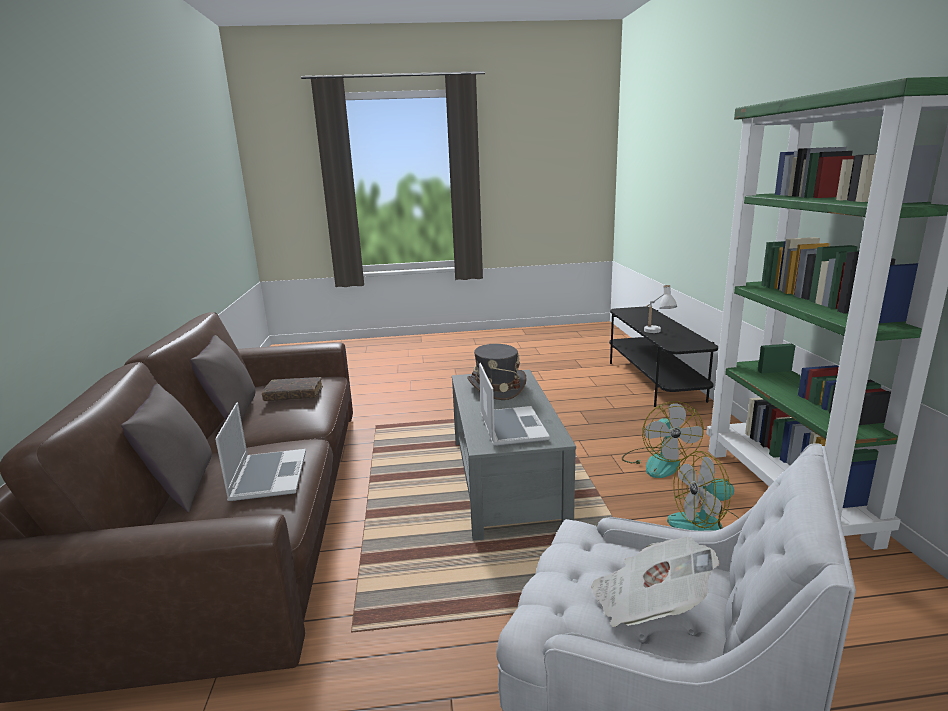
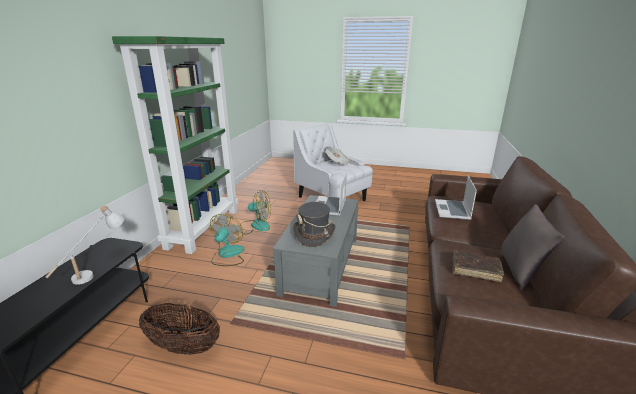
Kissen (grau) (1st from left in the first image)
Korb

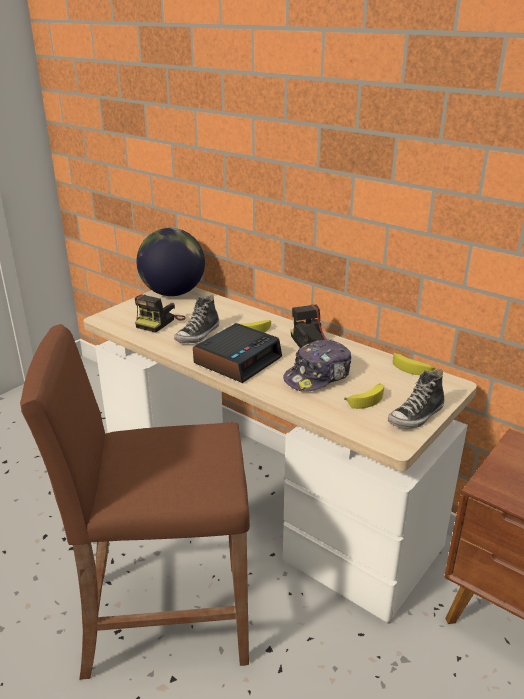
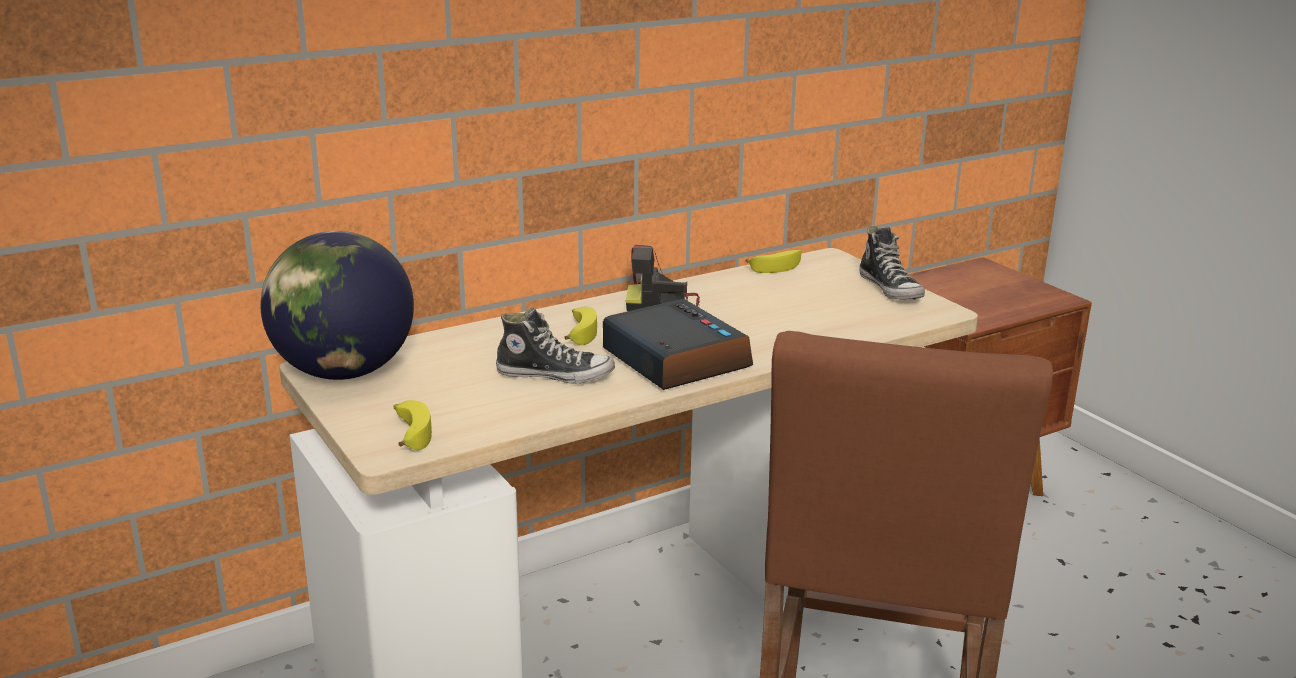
Kamera (1st from left in the first image)
Schuh (1st from left)
Kappe
Banane (1st from left)

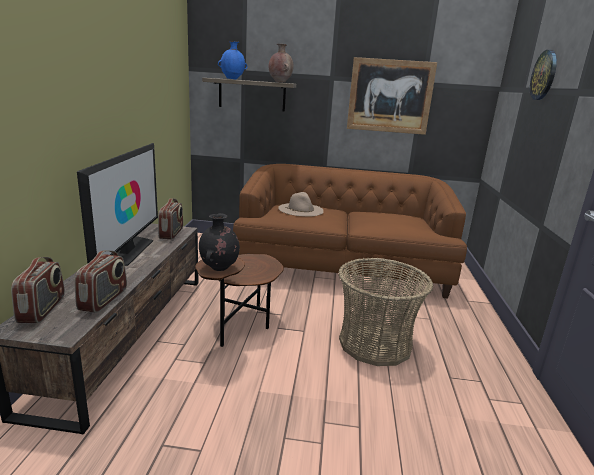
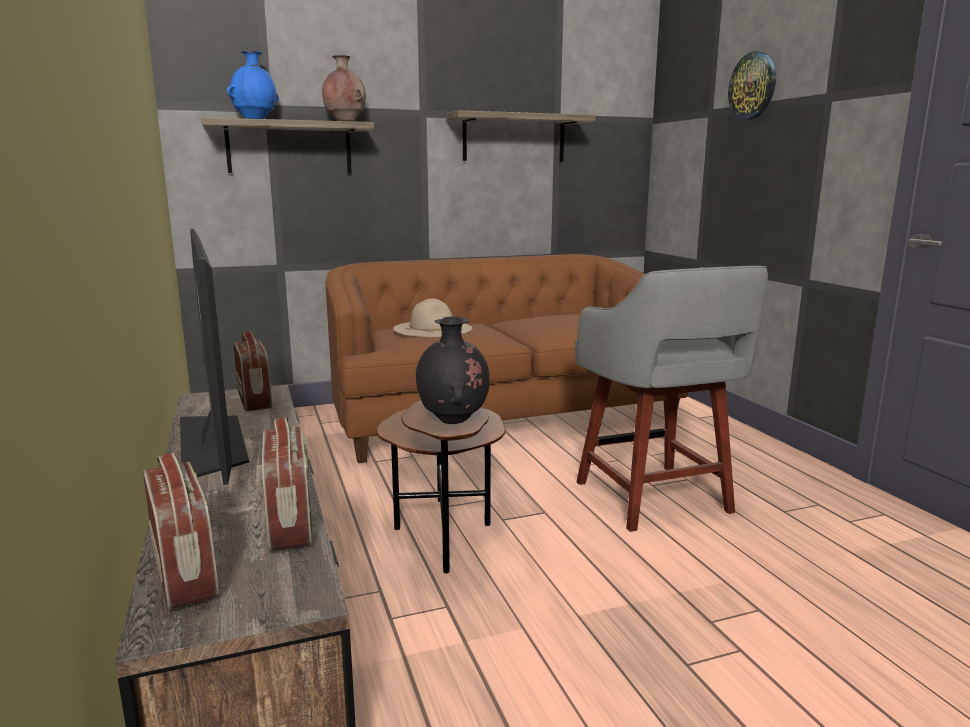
Hocker (grau)
Wandregal (2nd from left)

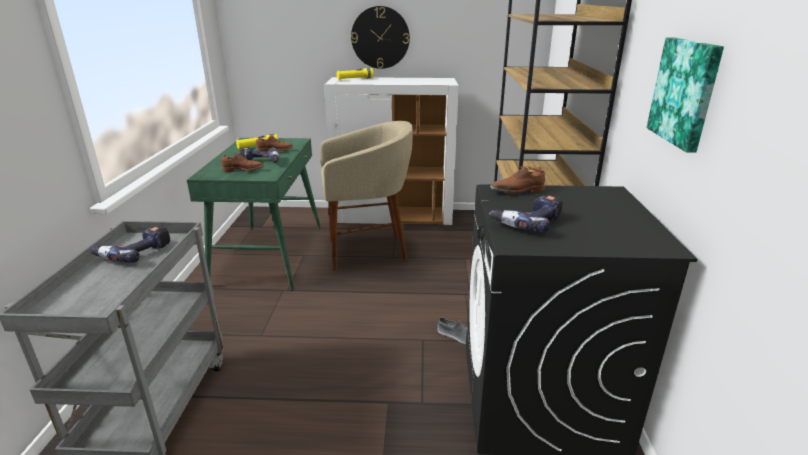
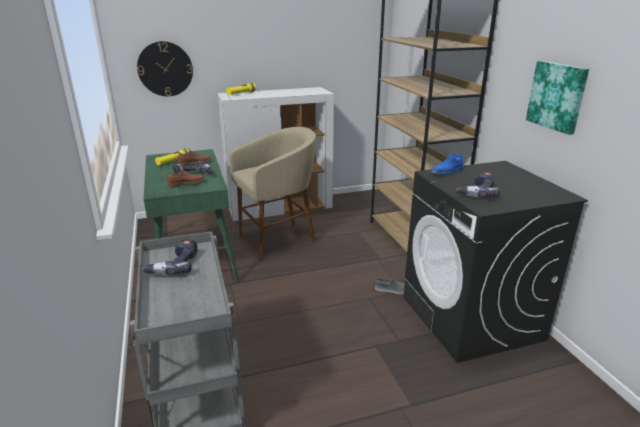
Wanduhr
Schuh (blau)

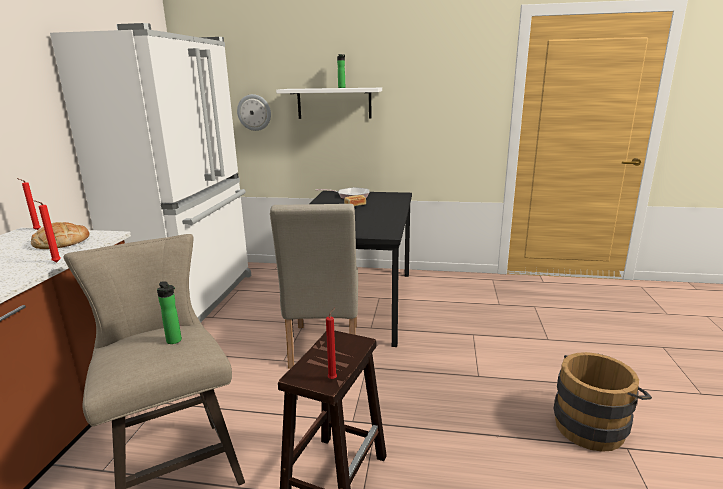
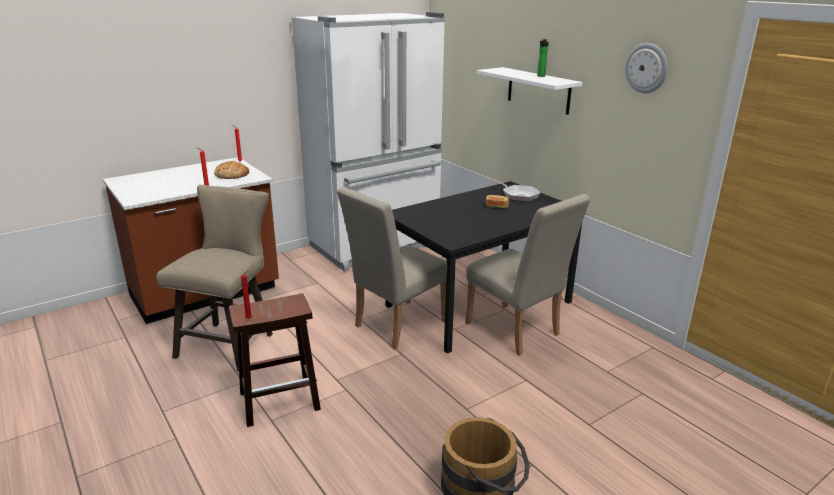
Flasche (1st from left in the first image)
Wanduhr
Stuhl (beige) (2nd from left)

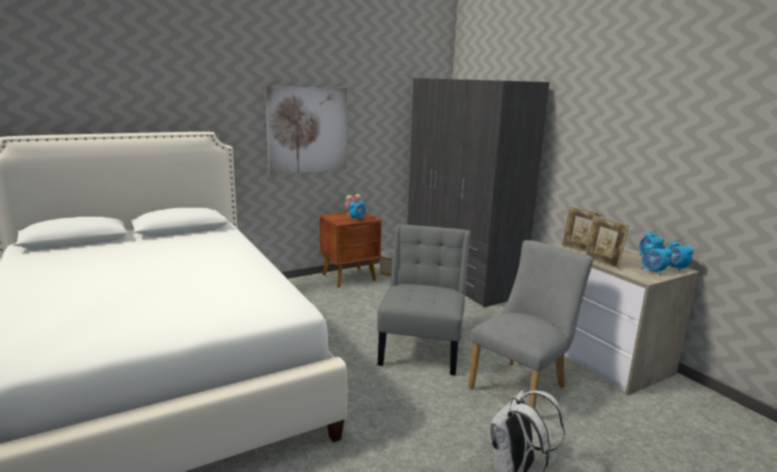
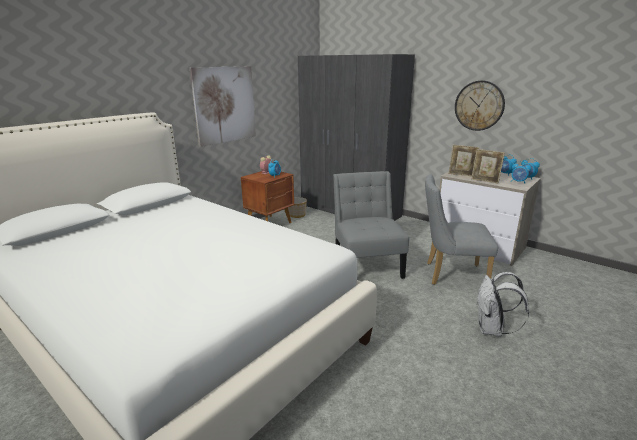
Stuhl (grau) (2nd from left)
Wanduhr

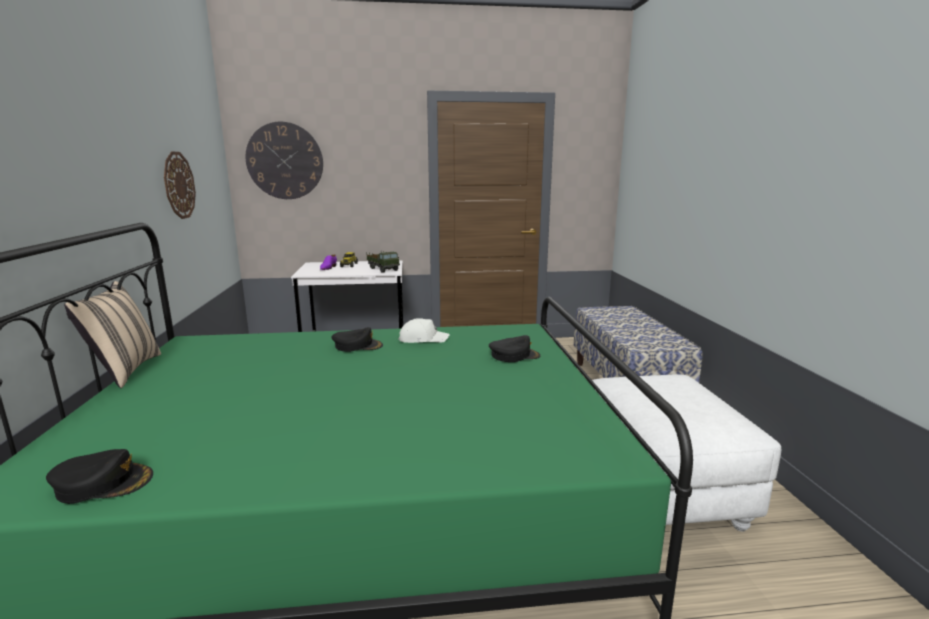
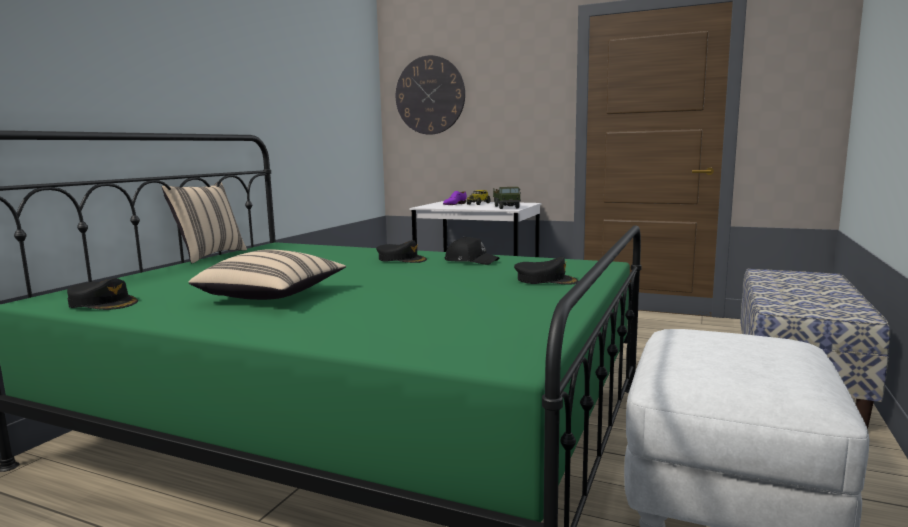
Wanduhr (1st from left in the first image)
Kappe (schwarz) (3rd from left)
Kissen (beige) (2nd from left)

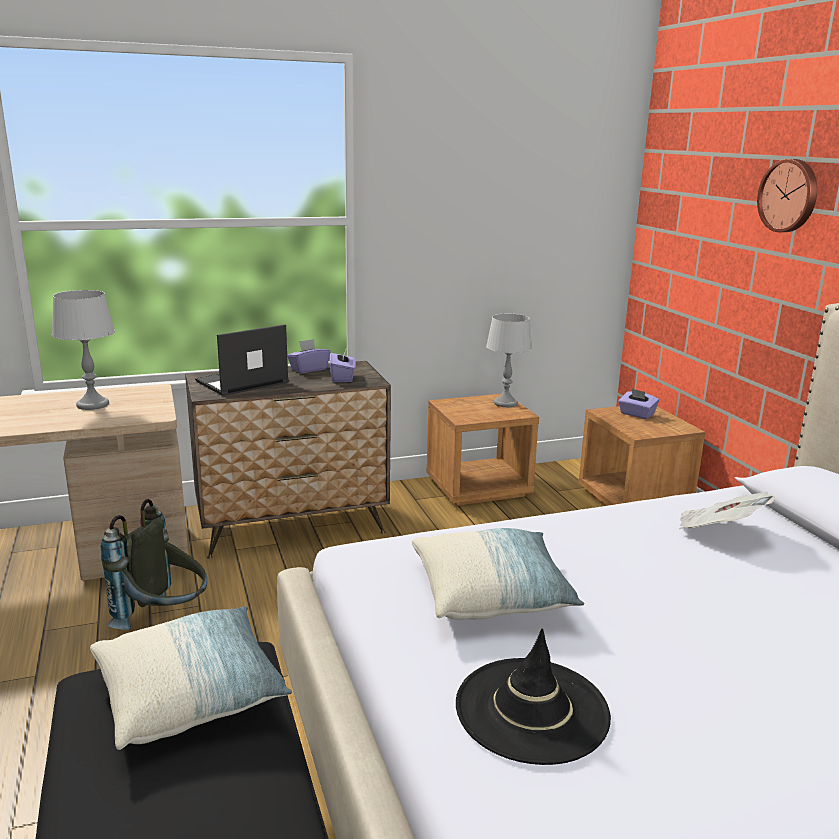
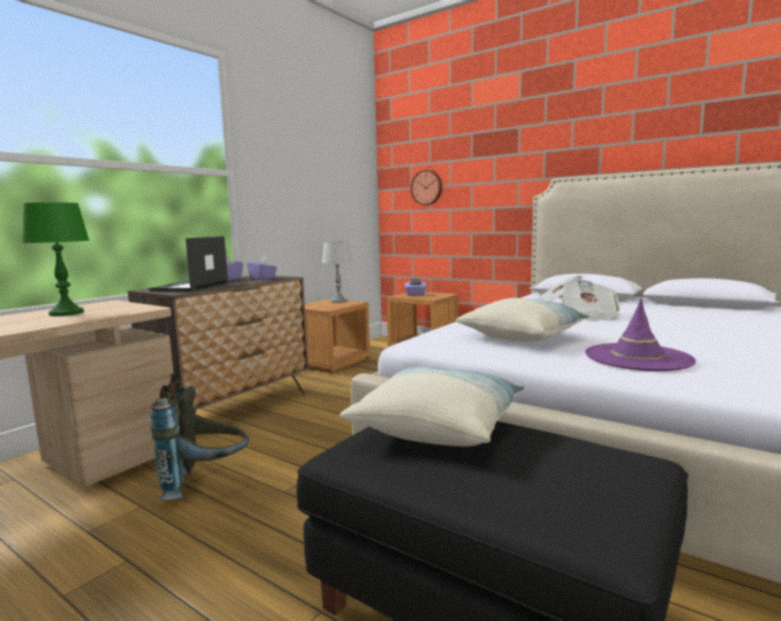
Tischlampe (grün)
Hut (lila)
Wanduhr
Zeitung (2nd from left)

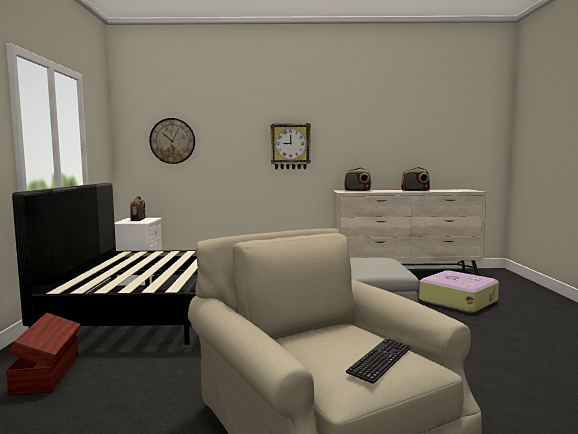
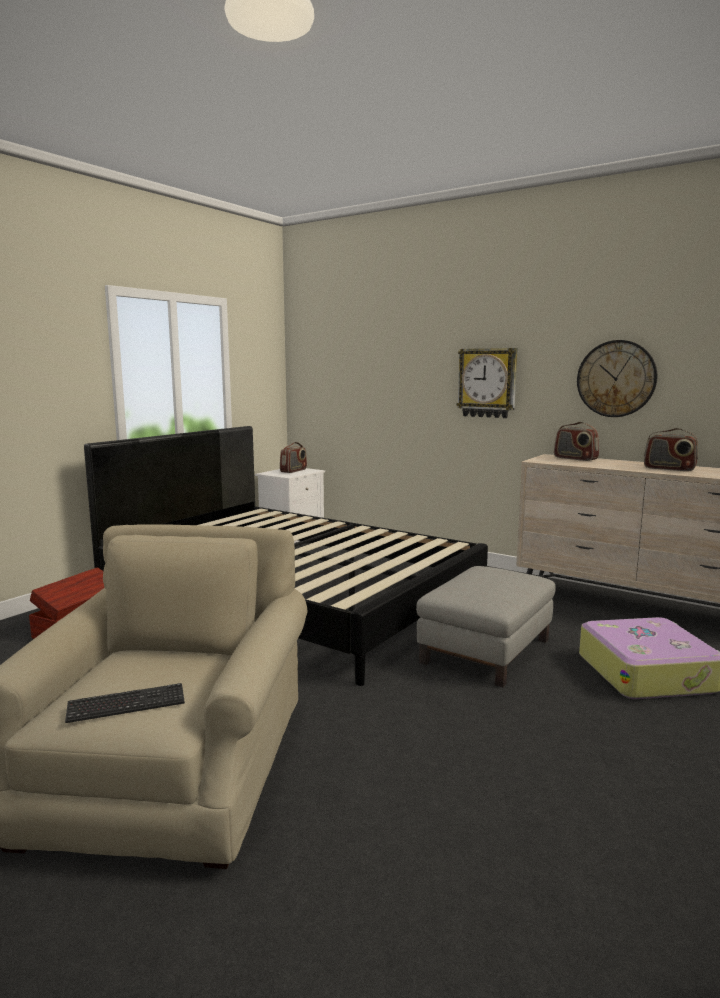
Wanduhr (2nd from left)

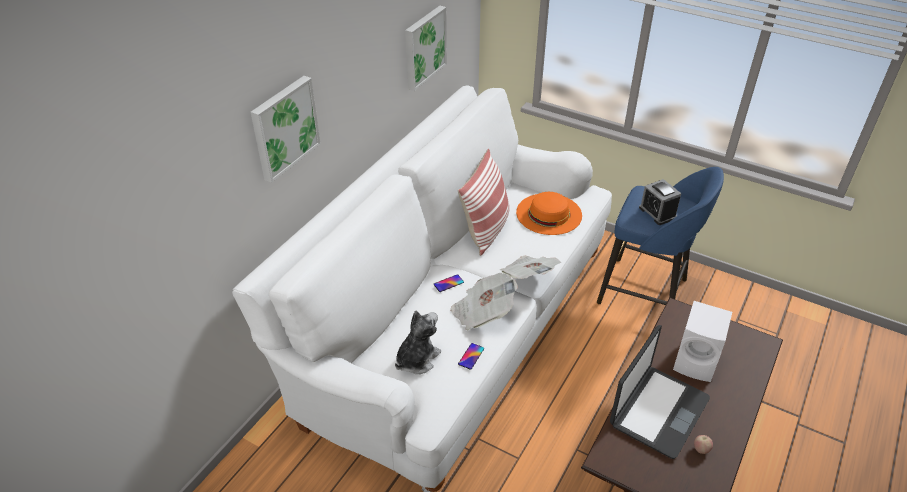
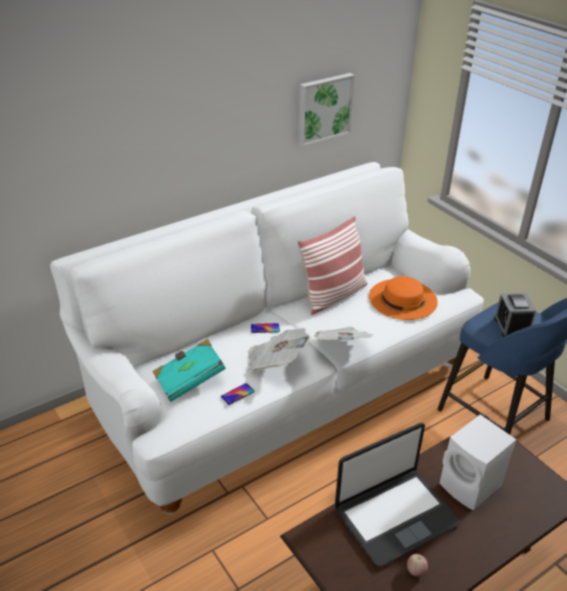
Bild (1st from left in the first image)
Buch (türkis)

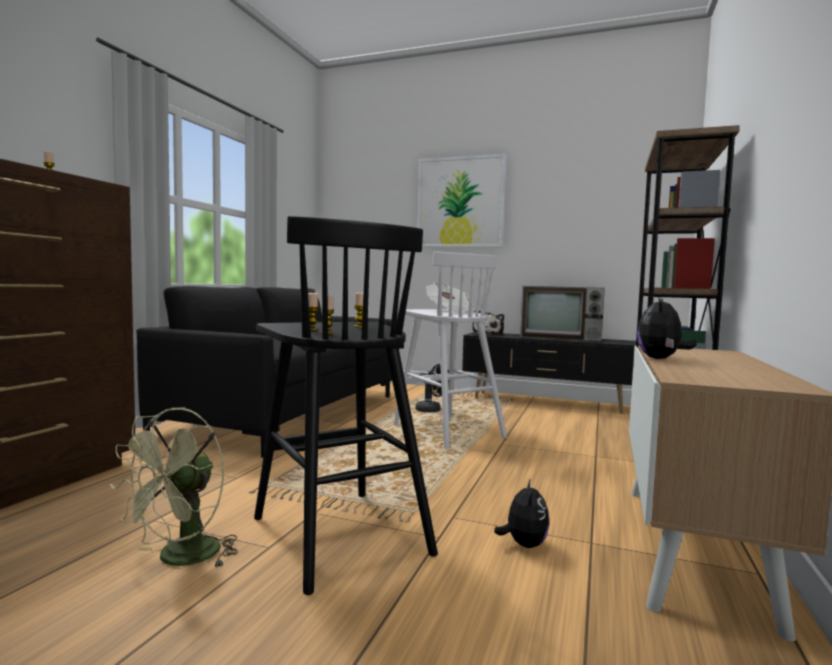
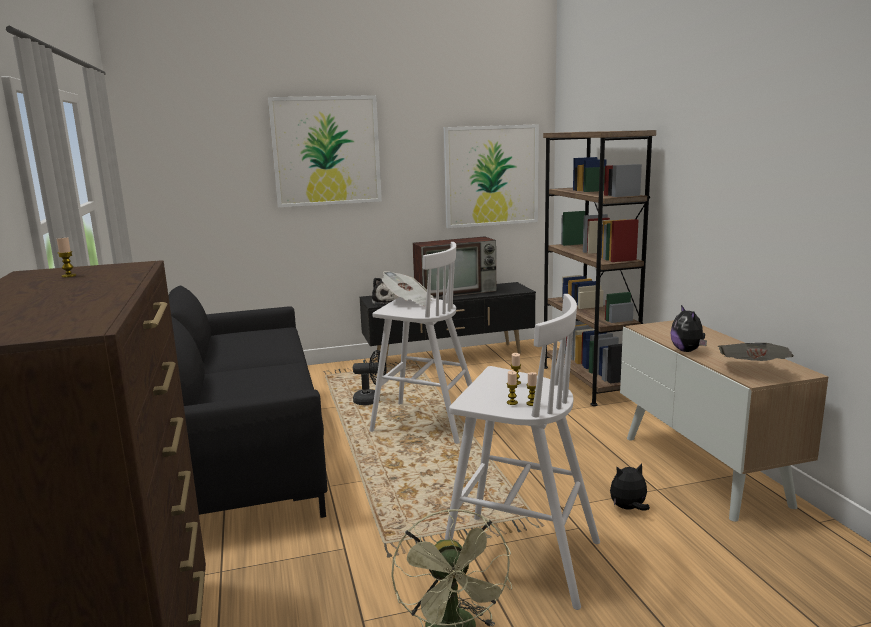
Hocker (weiß) (2nd from left)
Plüschtier (2nd from left)
Bild (2nd from left)
Zeitung (2nd from left)

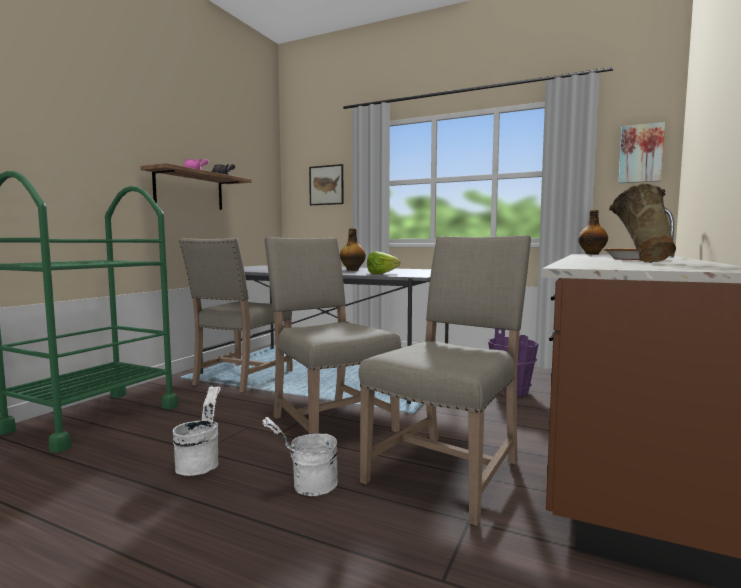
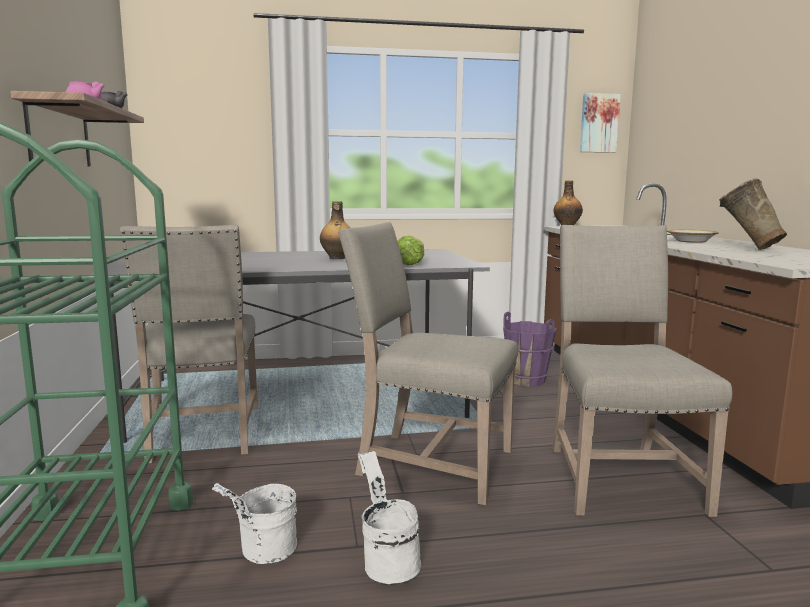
Eimer (weiß) (1st from left)
Bild (1st from left in the first image)

